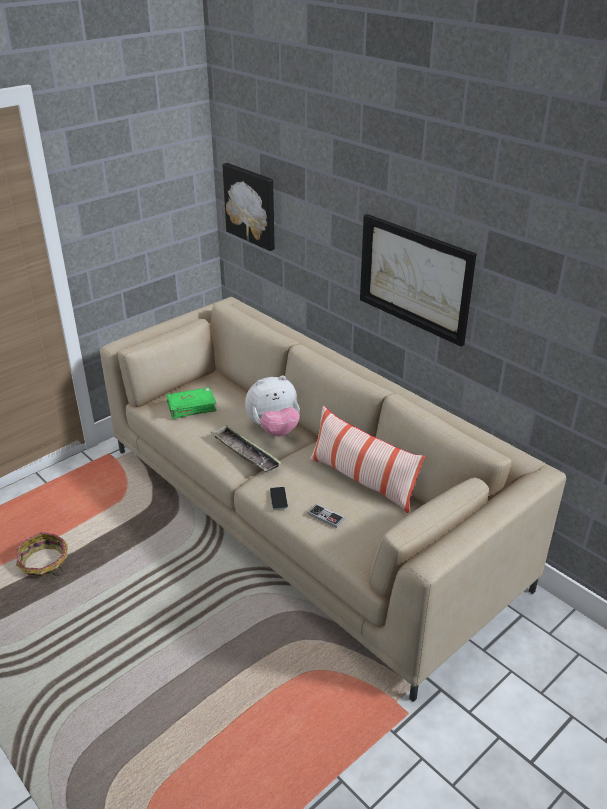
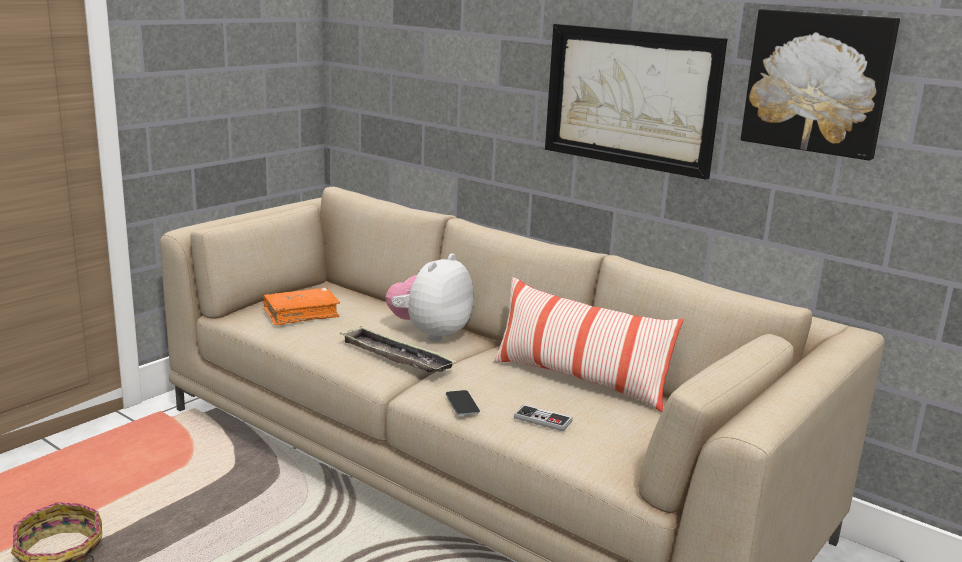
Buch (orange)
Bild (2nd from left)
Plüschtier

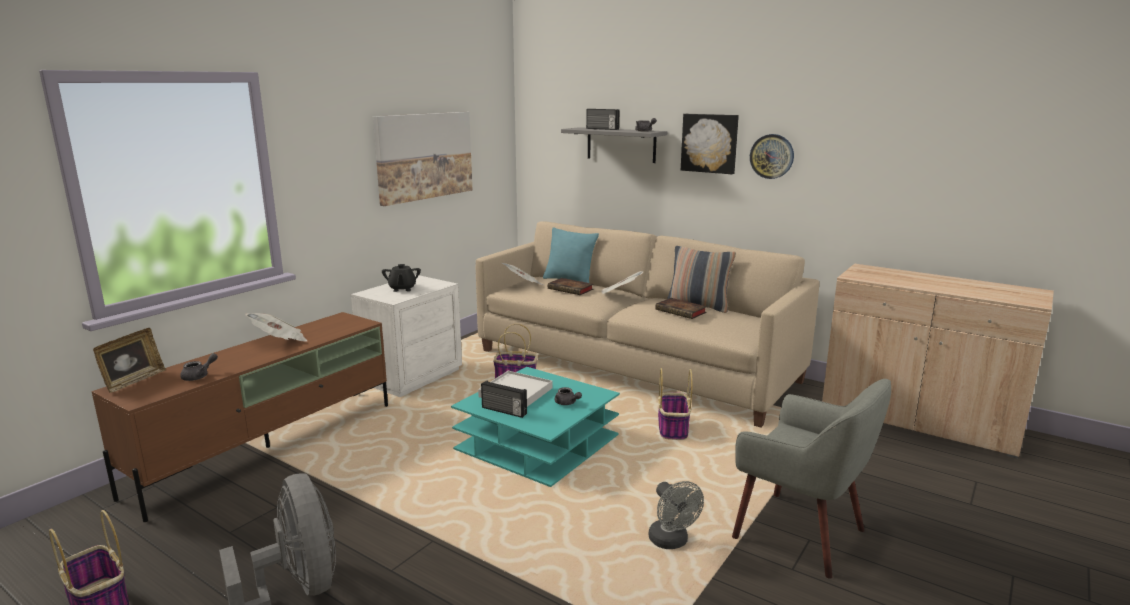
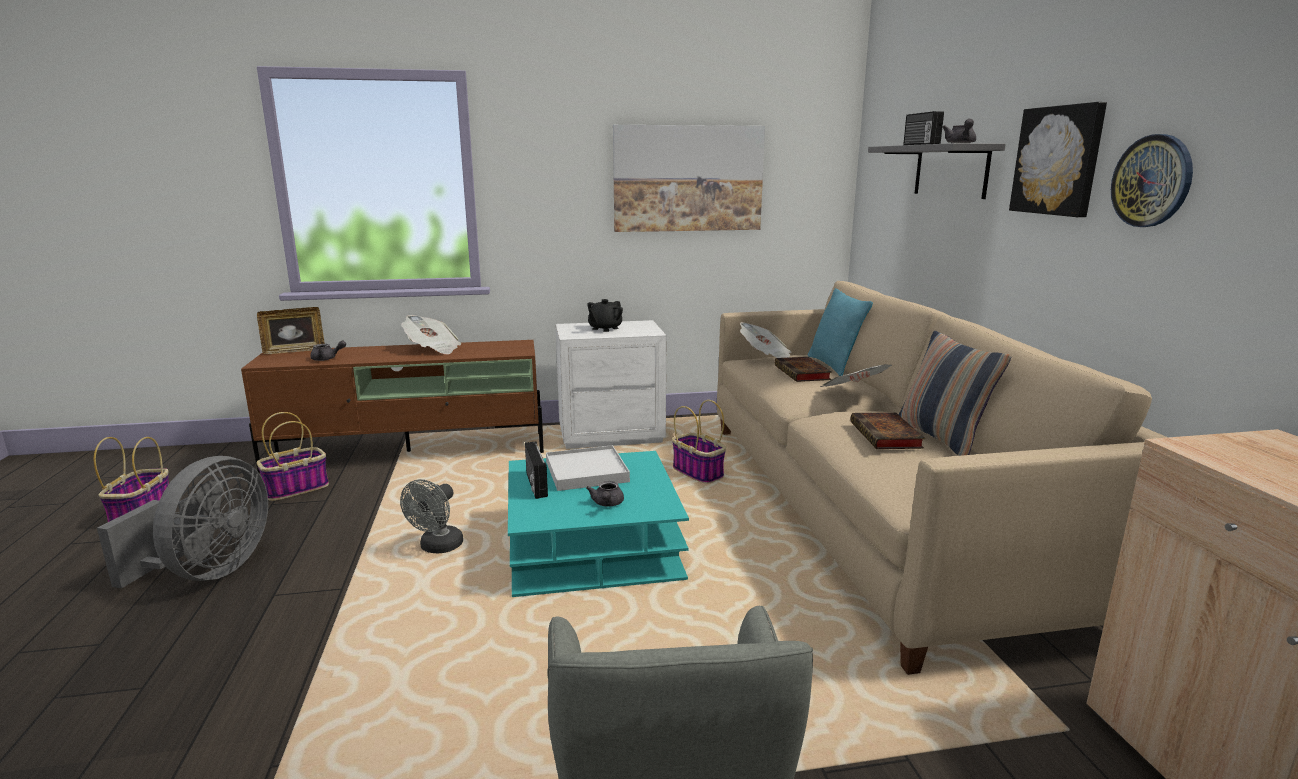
Ventilator (grau) (2nd from left)
Korb (2nd from left)

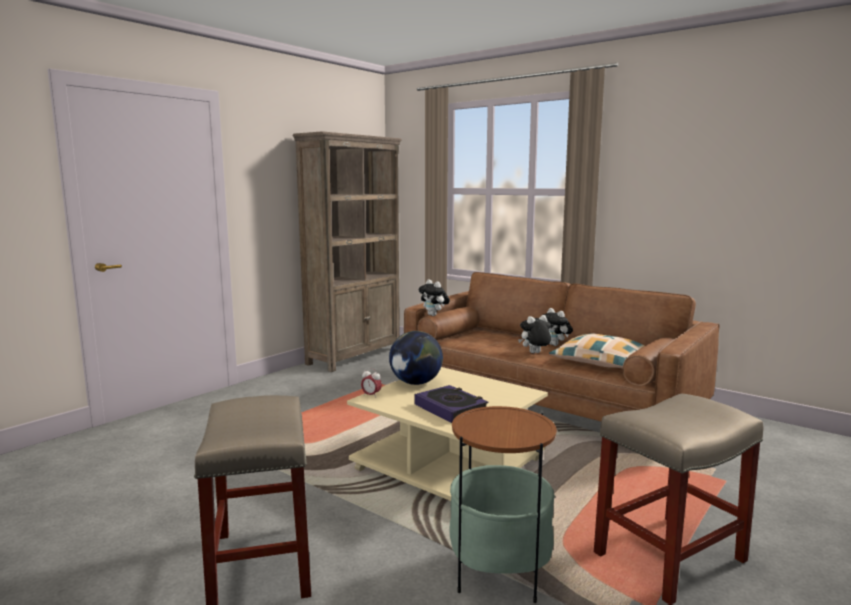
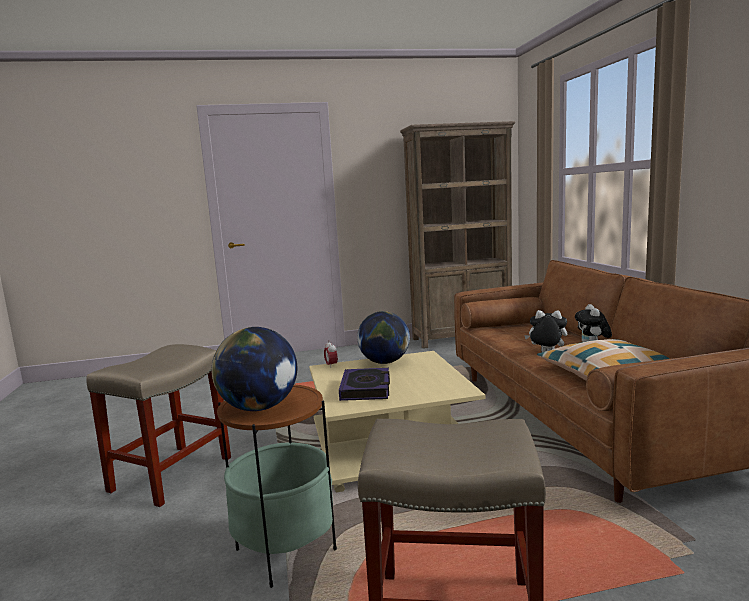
Plüschtier (1st from left in the first image)
Globus (1st from left)

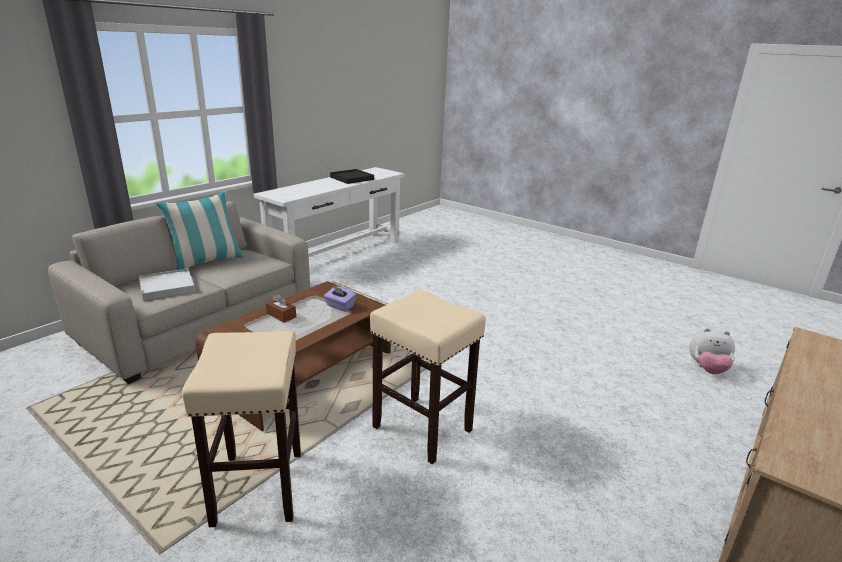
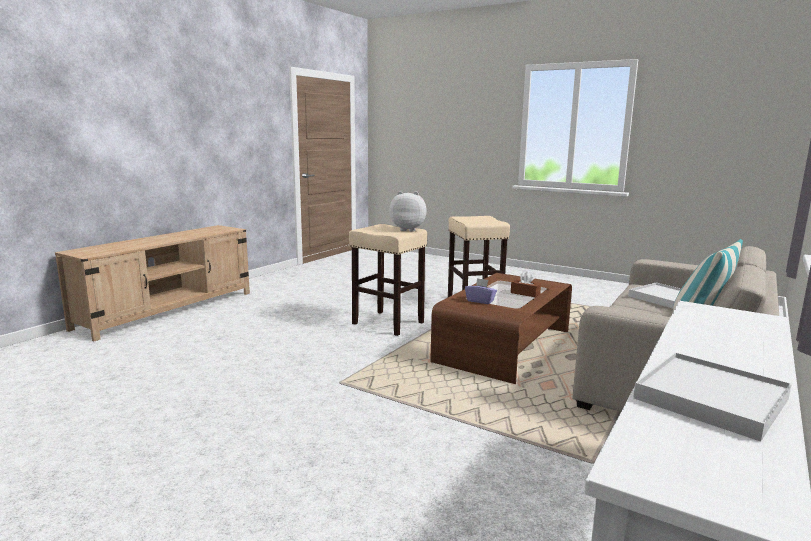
Tablett (weiß) (2nd from left)
Plüschtier

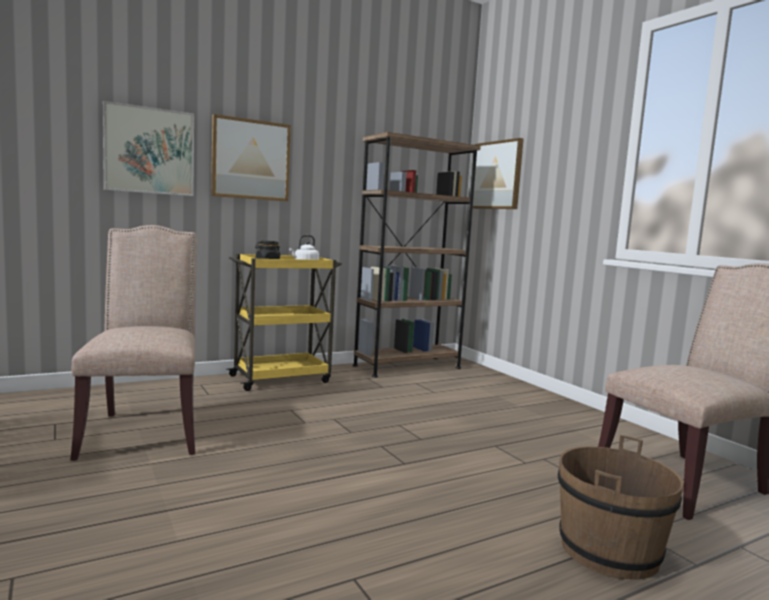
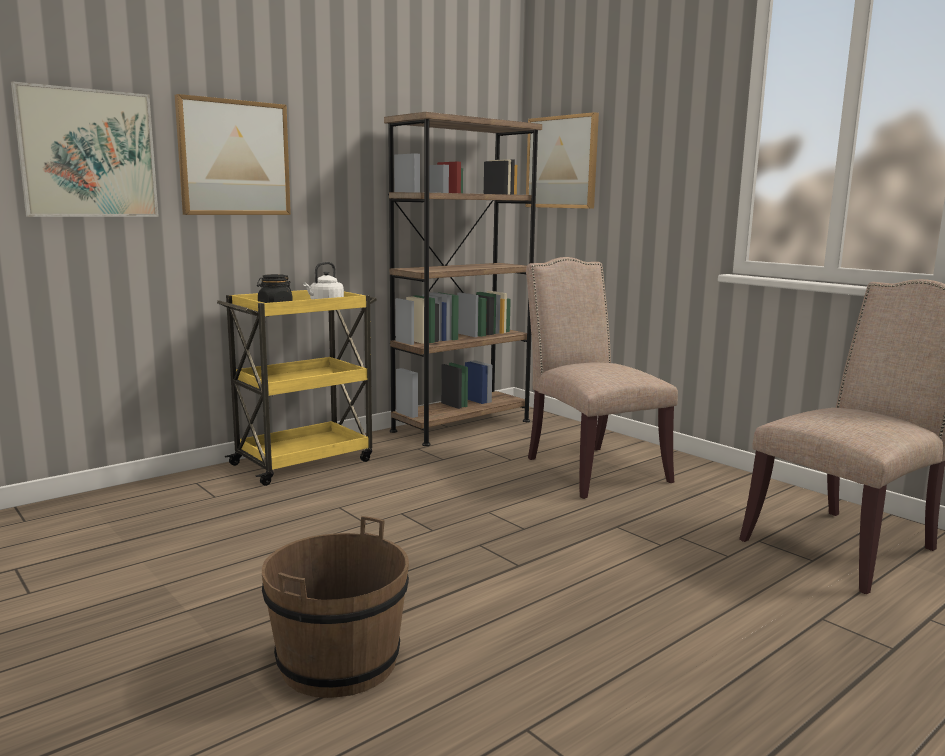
Stuhl (beige) (1st from left)
Eimer (braun)

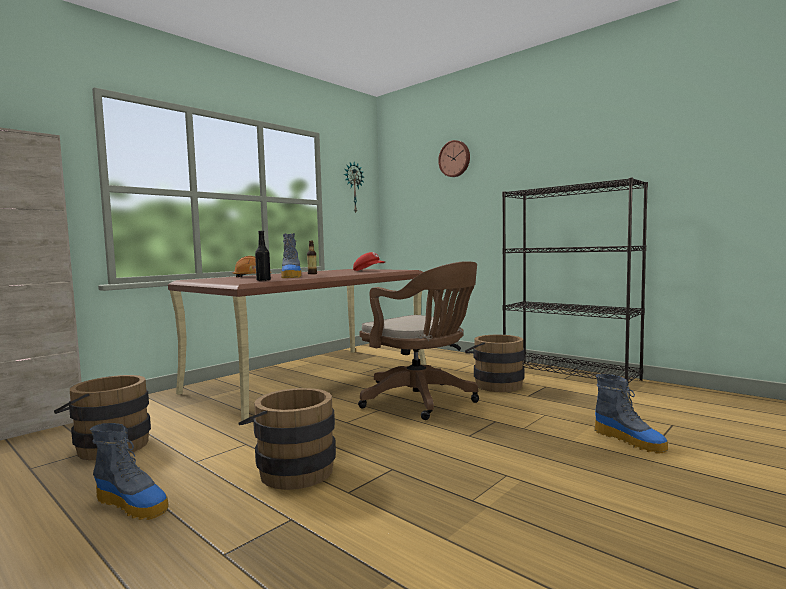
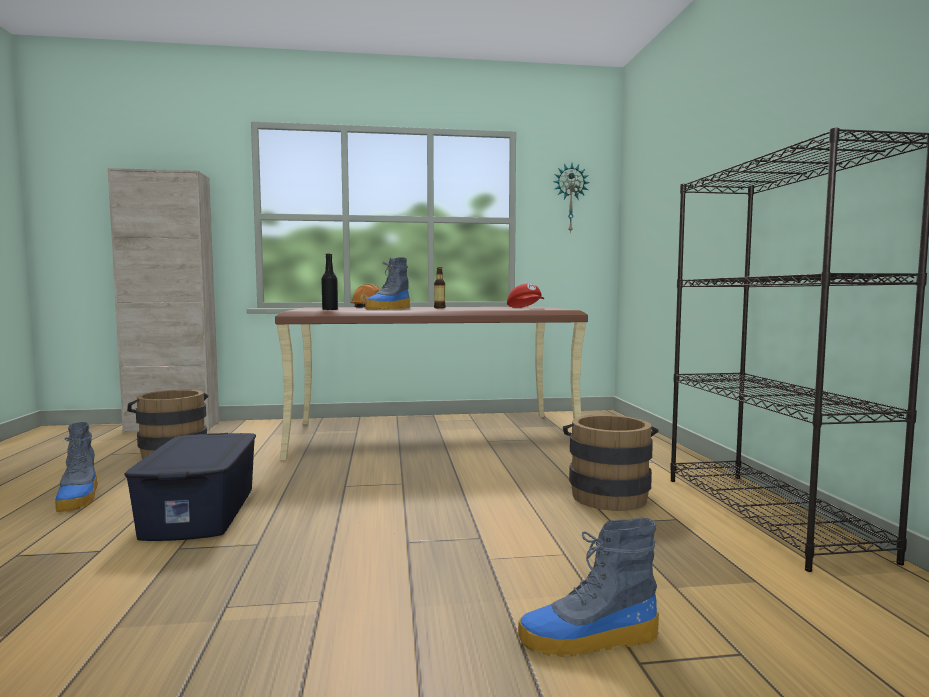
Aufbewahrungsbox (blau)
Bürostuhl (braun)
Wanduhr (2nd from left in the first image)
Stiefel (3rd from left)

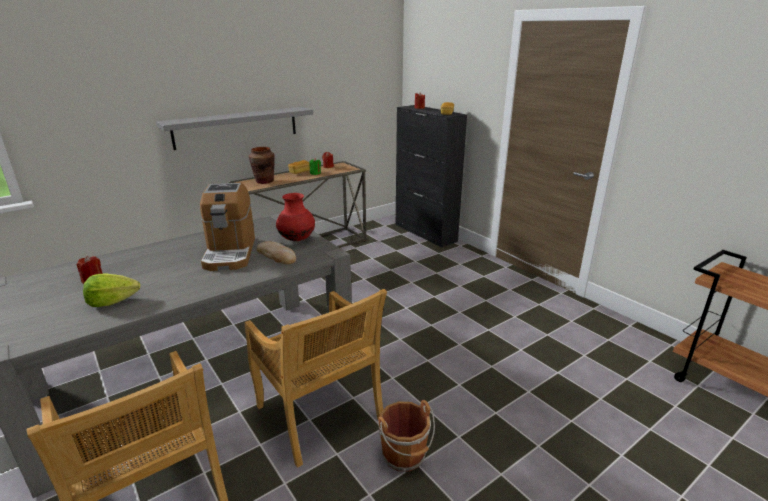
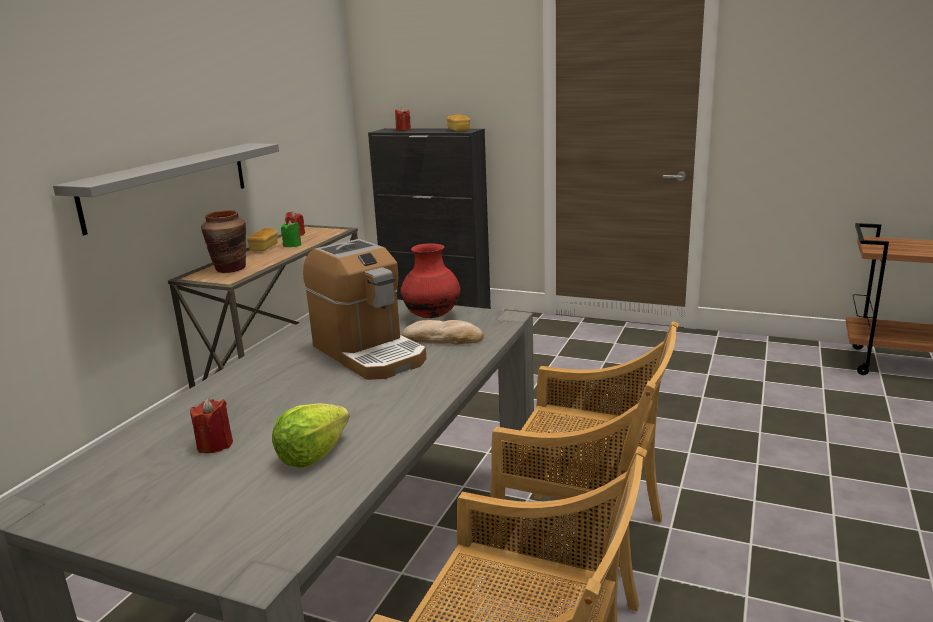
Eimer (braun)

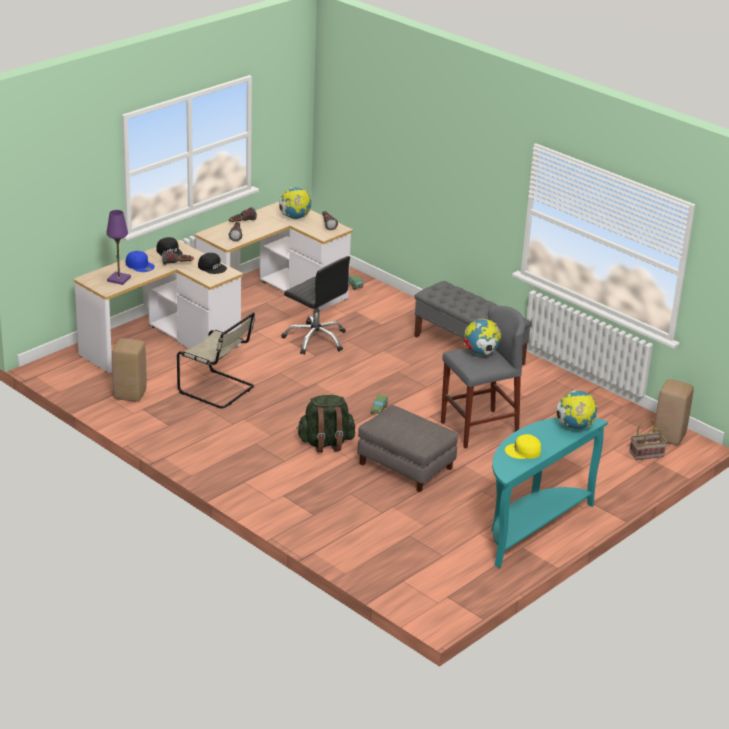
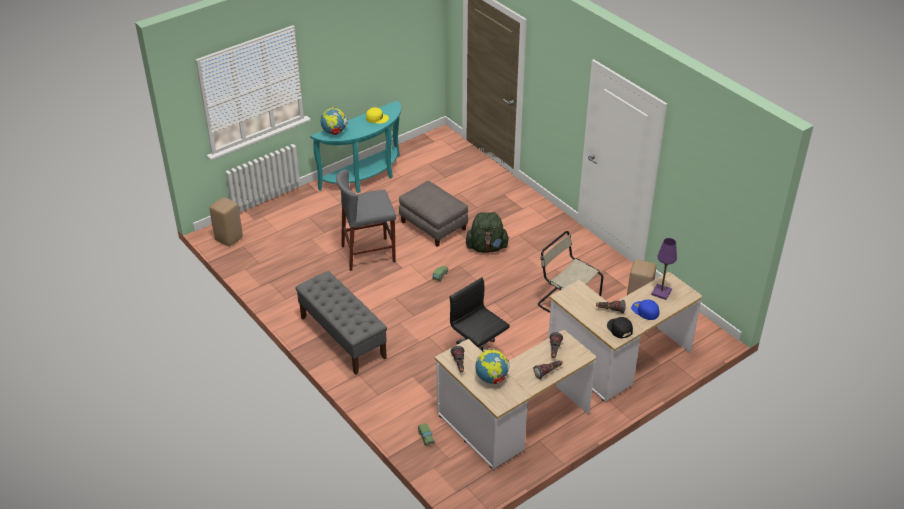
Kappe (schwarz) (2nd from left in the first image)
Globus (2nd from left in the first image)
Korb

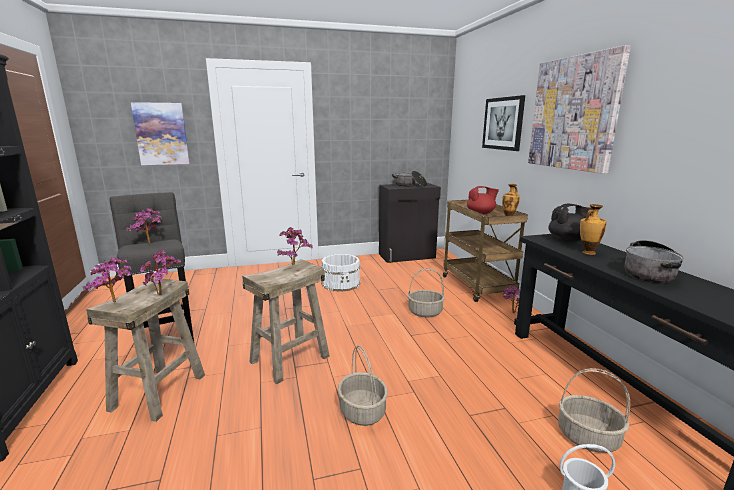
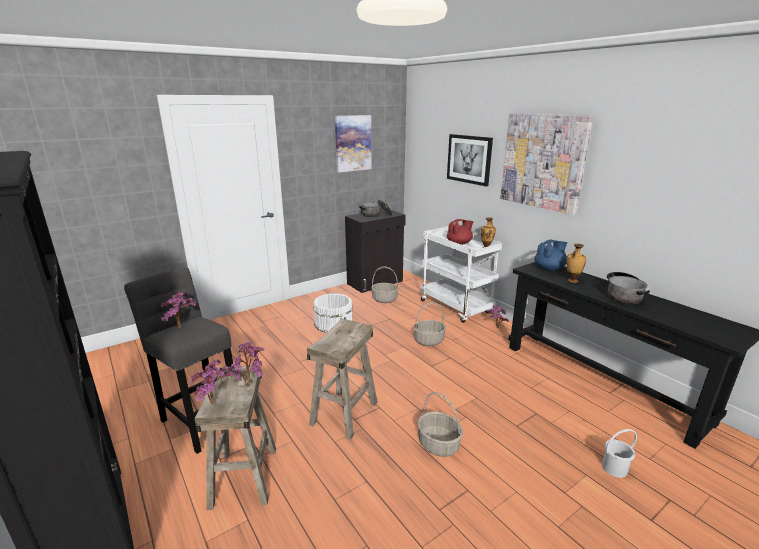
Bild (1st from left)
Topfpflanze (4th from left in the first image)
Rollwagen (weiß)
Teekanne (blau)
Korb (1st from left)

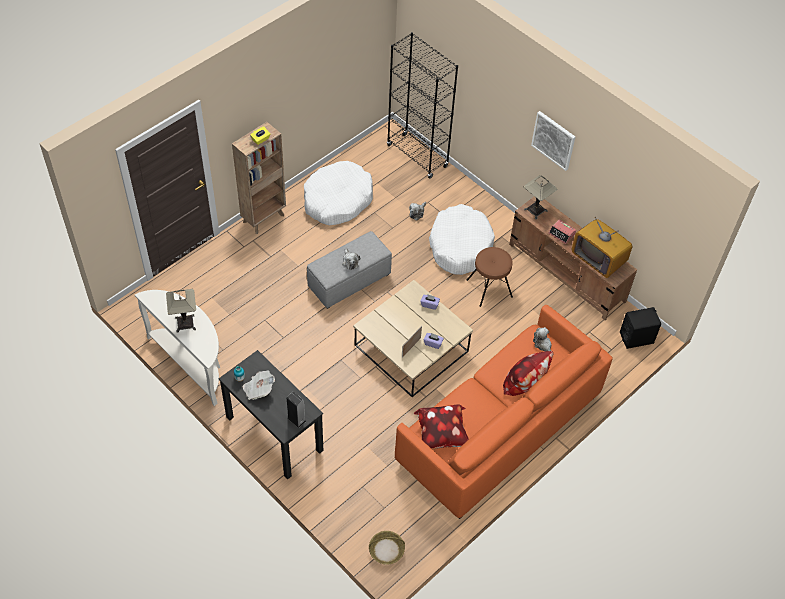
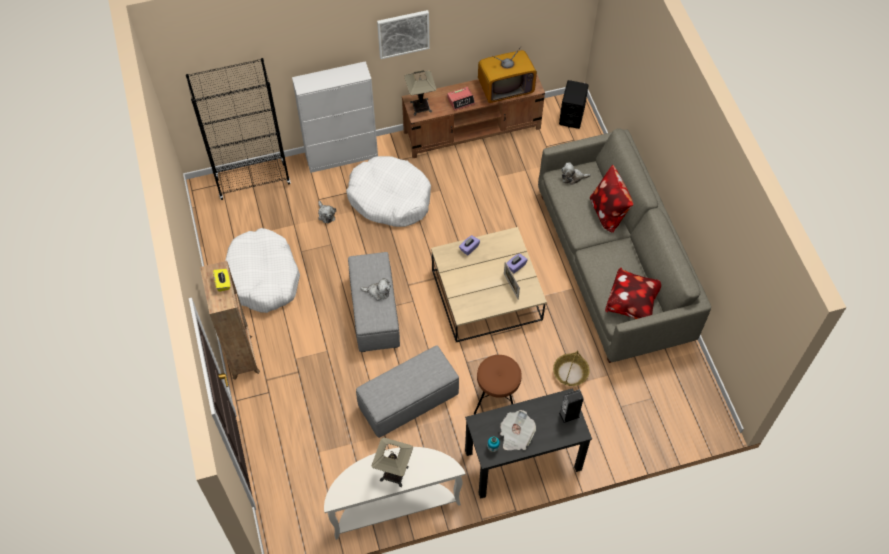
Korb
Sofa (grau)
Hocker (braun)
Schrank (weiß)
Polsterhocker (grau) (2nd from left)

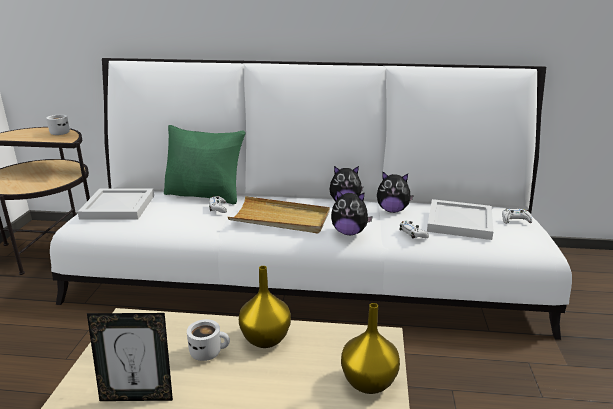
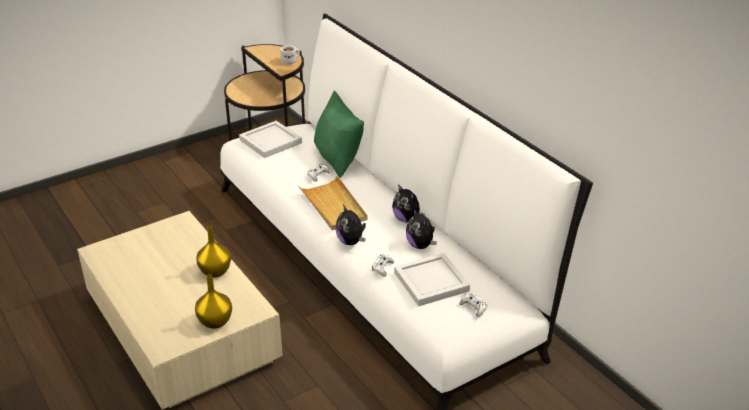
Bilderrahmen
Henkelbecher (weiß) (2nd from left in the first image)

